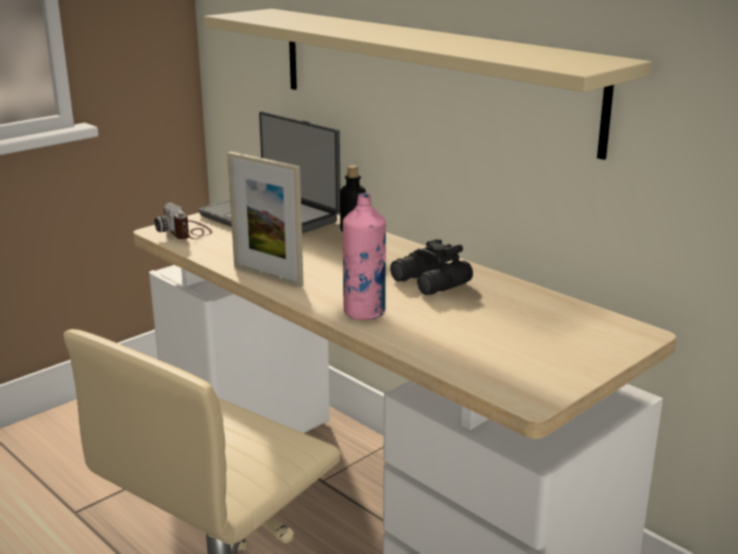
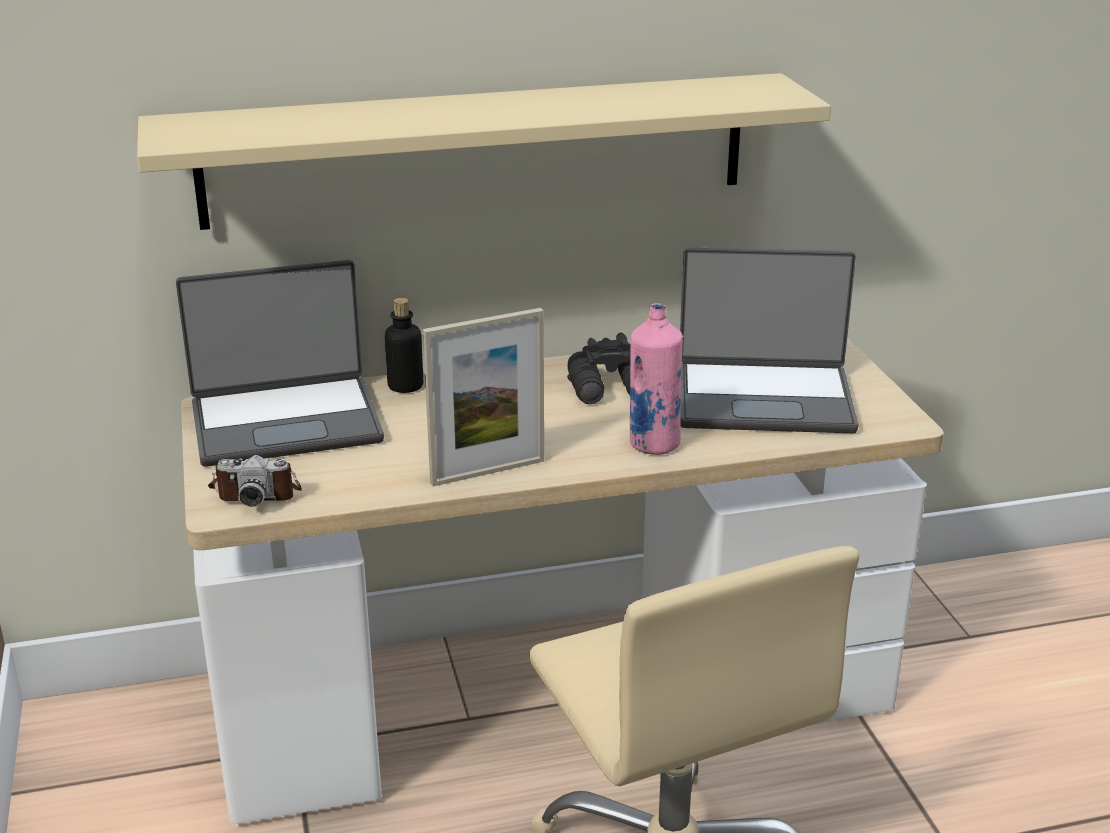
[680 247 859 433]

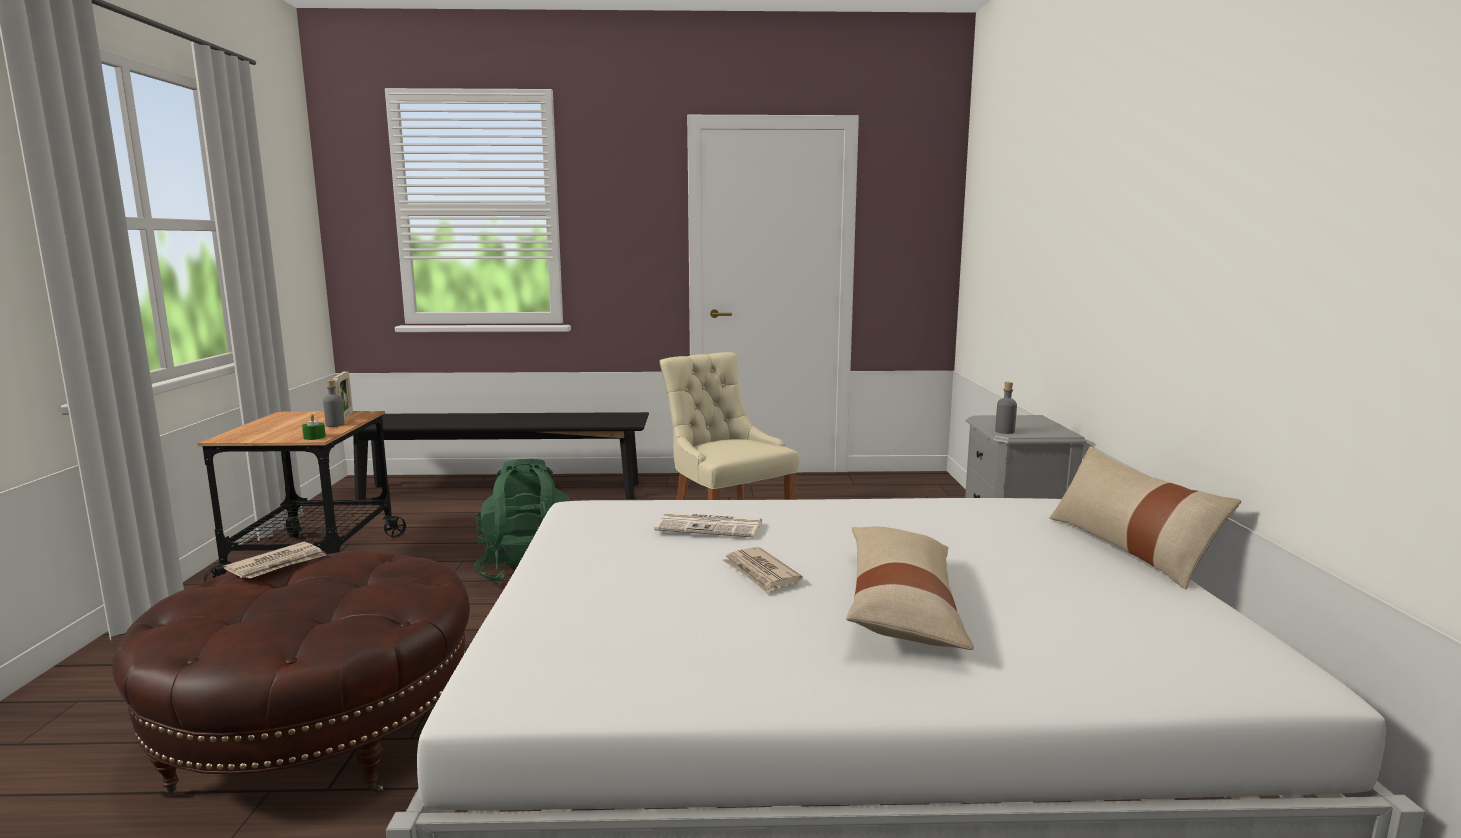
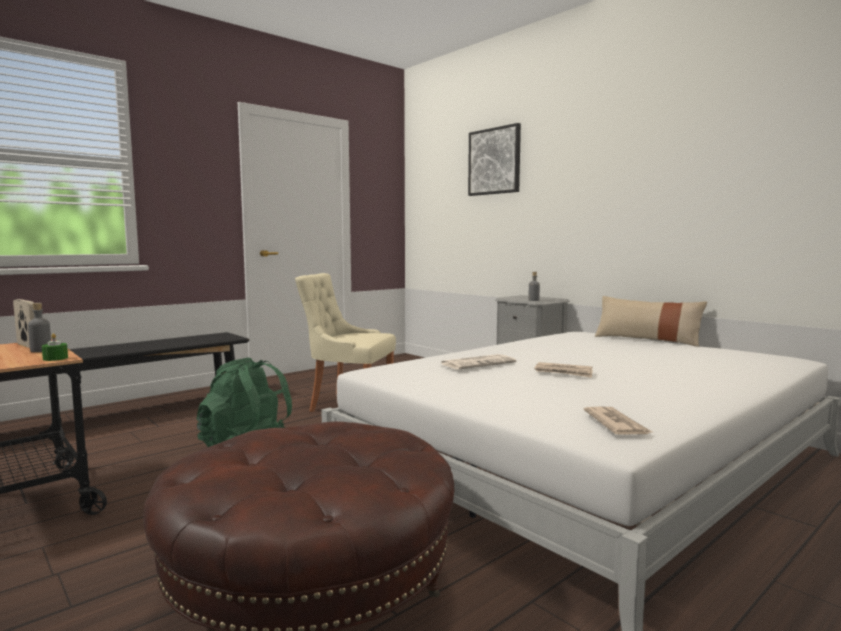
[846 527 974 650] (first image)
[584 406 652 435]
[468 123 521 196]

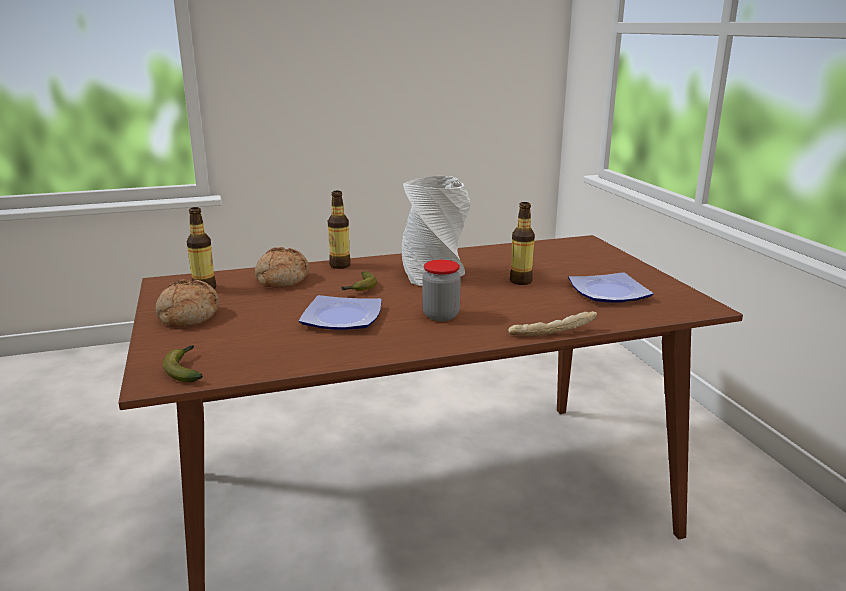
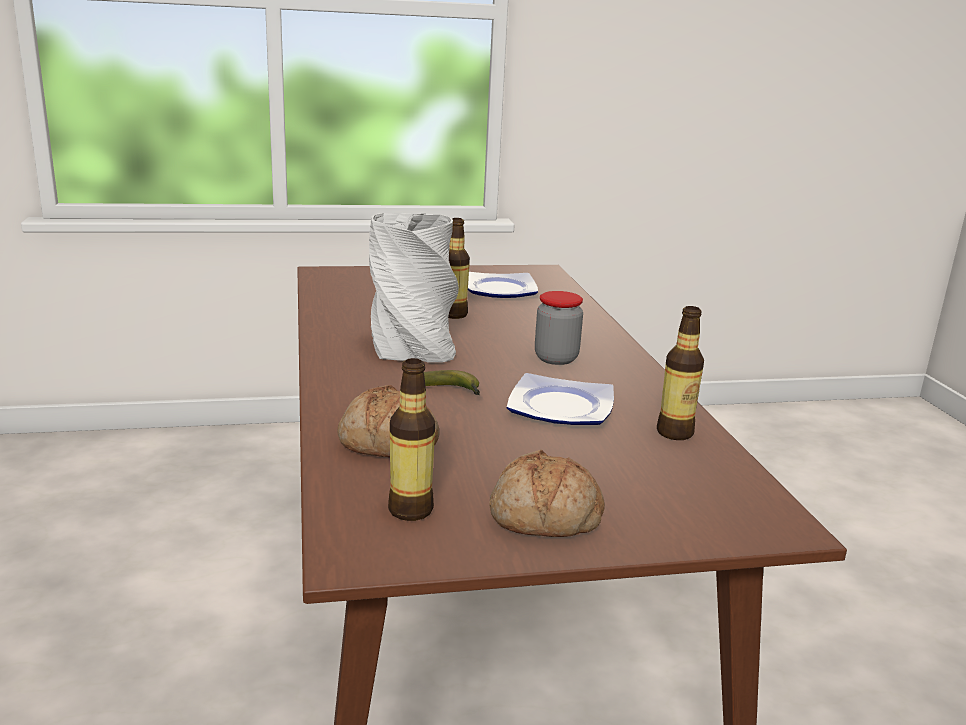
[657 306 704 440]
[508 311 597 336] (first image)
[163 345 203 382] (first image)

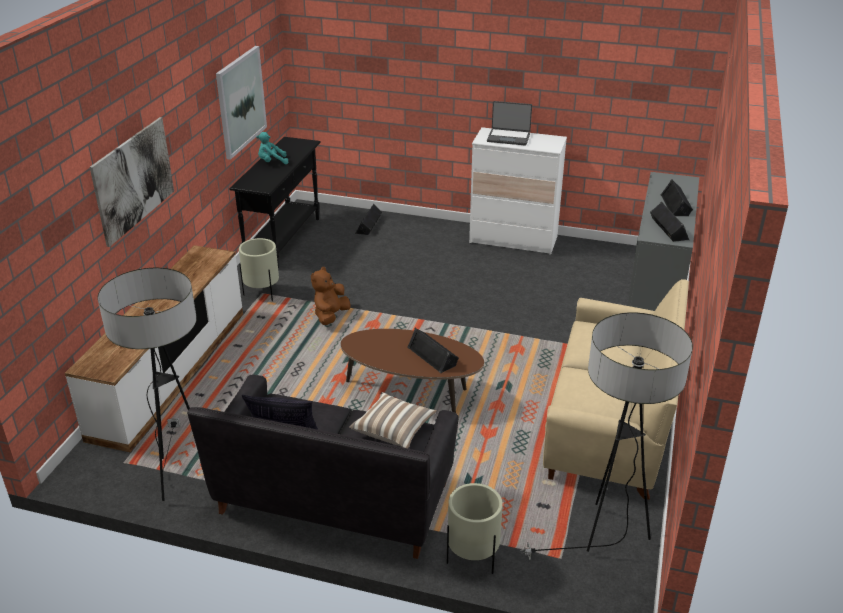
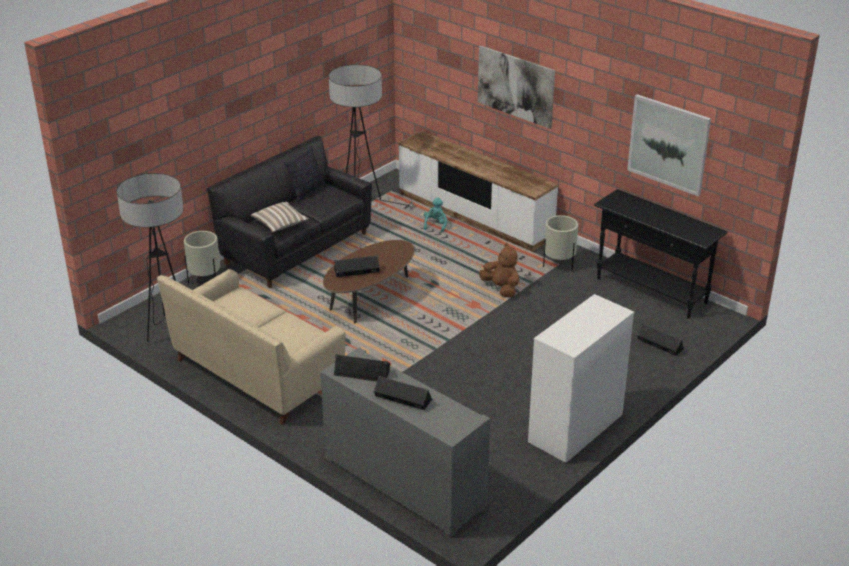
[487 101 532 145] (first image)
[424 197 447 232]

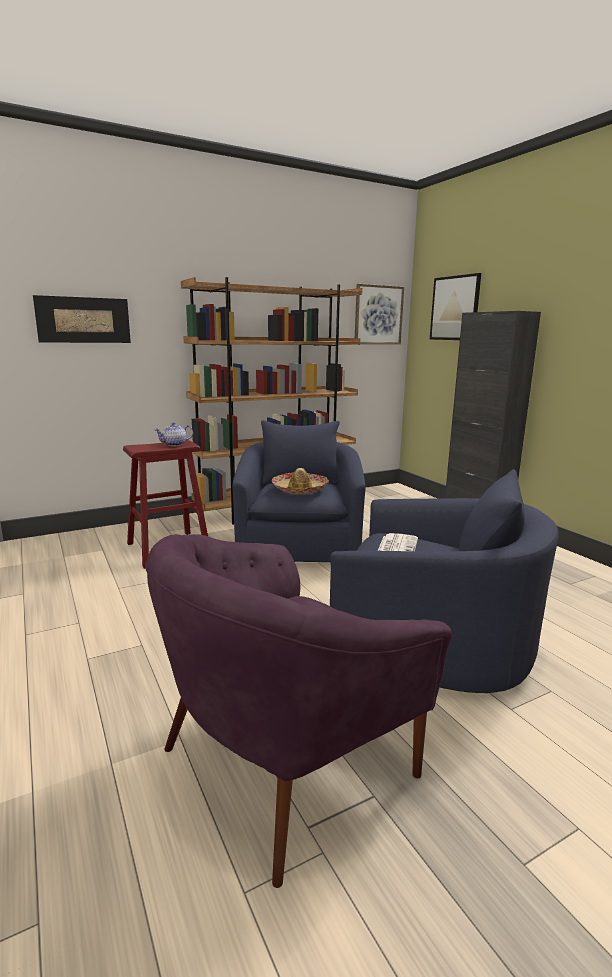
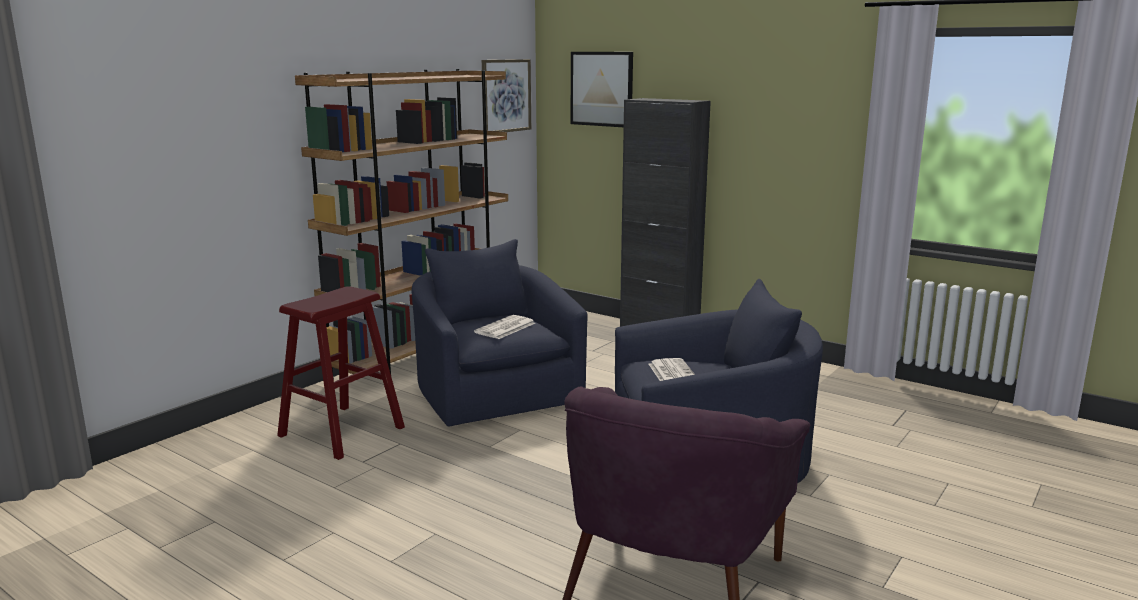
[33 295 131 343] (first image)
[155 422 193 446] (first image)
[474 315 535 339]

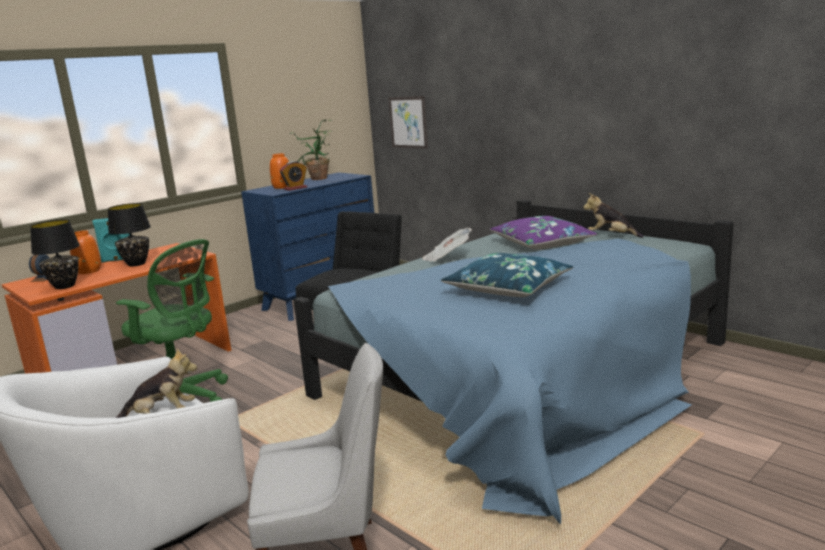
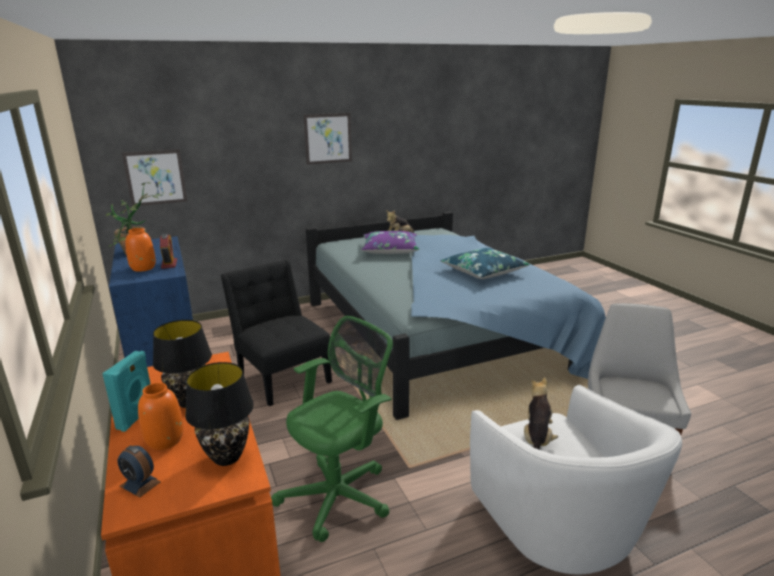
[422 228 472 262] (first image)
[303 113 352 165]

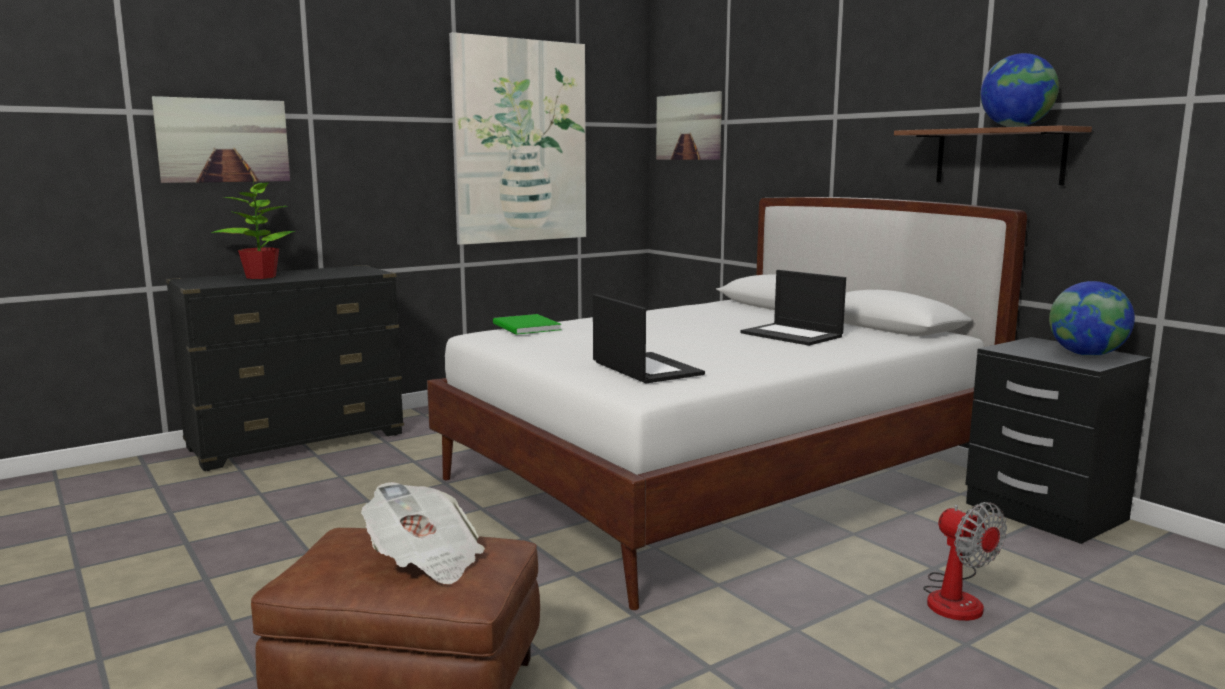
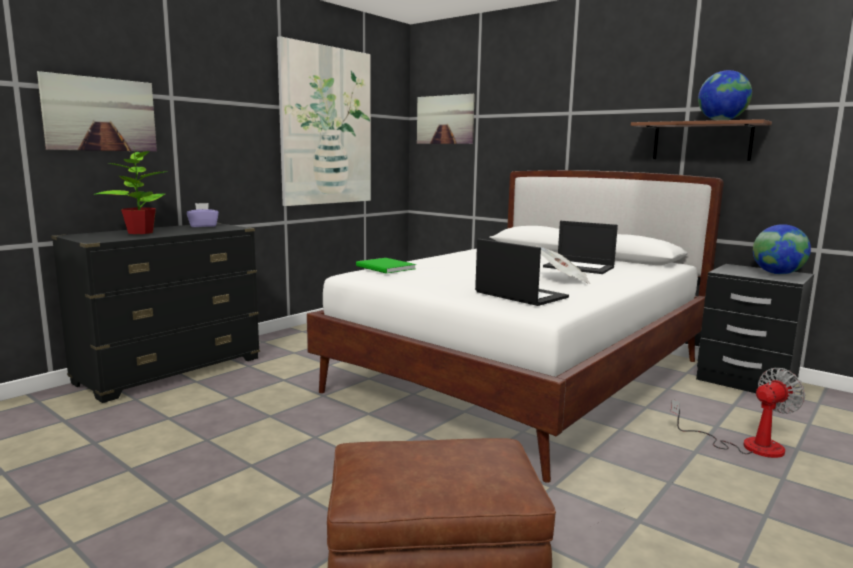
[536 246 591 284]
[671 368 805 458]
[187 203 219 227]

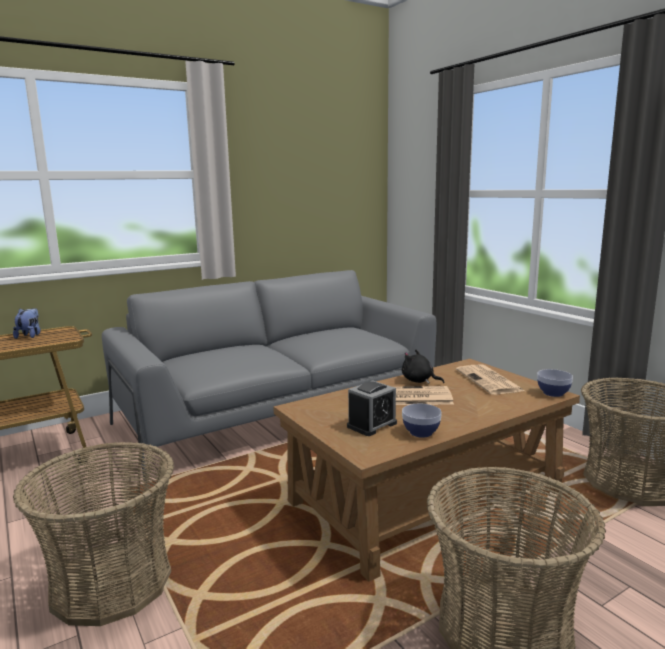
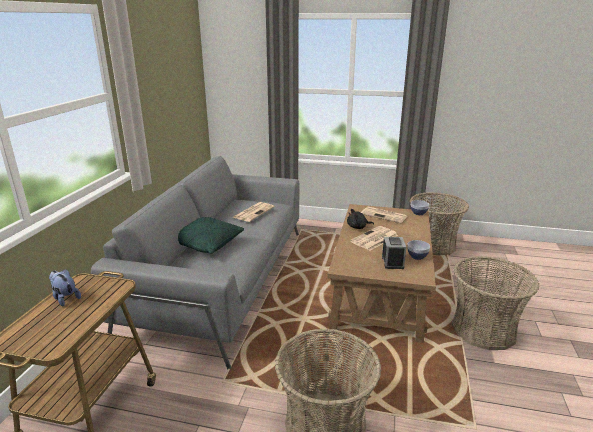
[232 202 274 222]
[178 217 244 254]

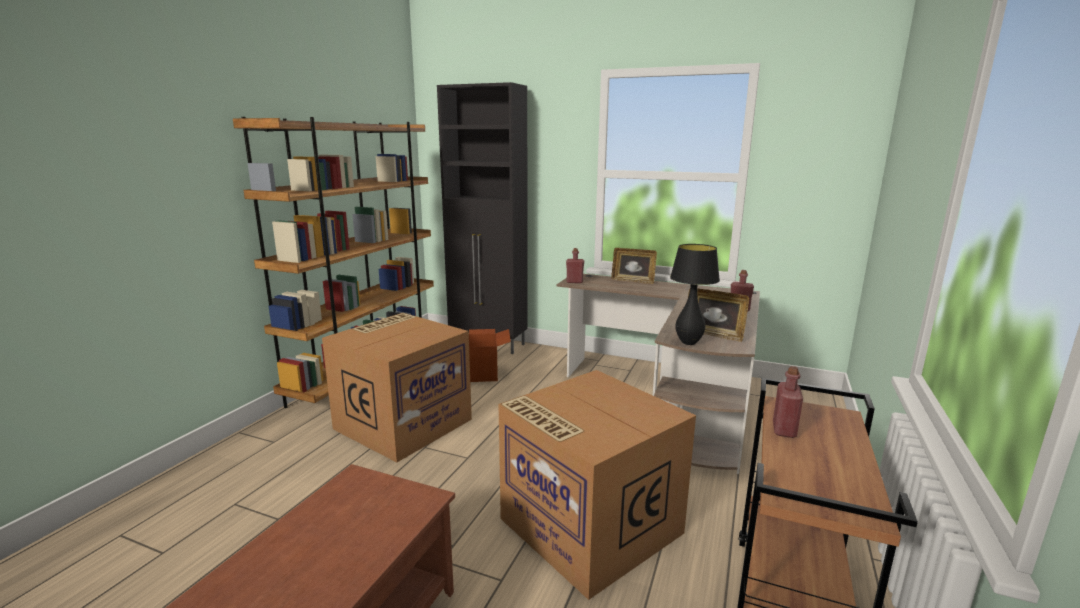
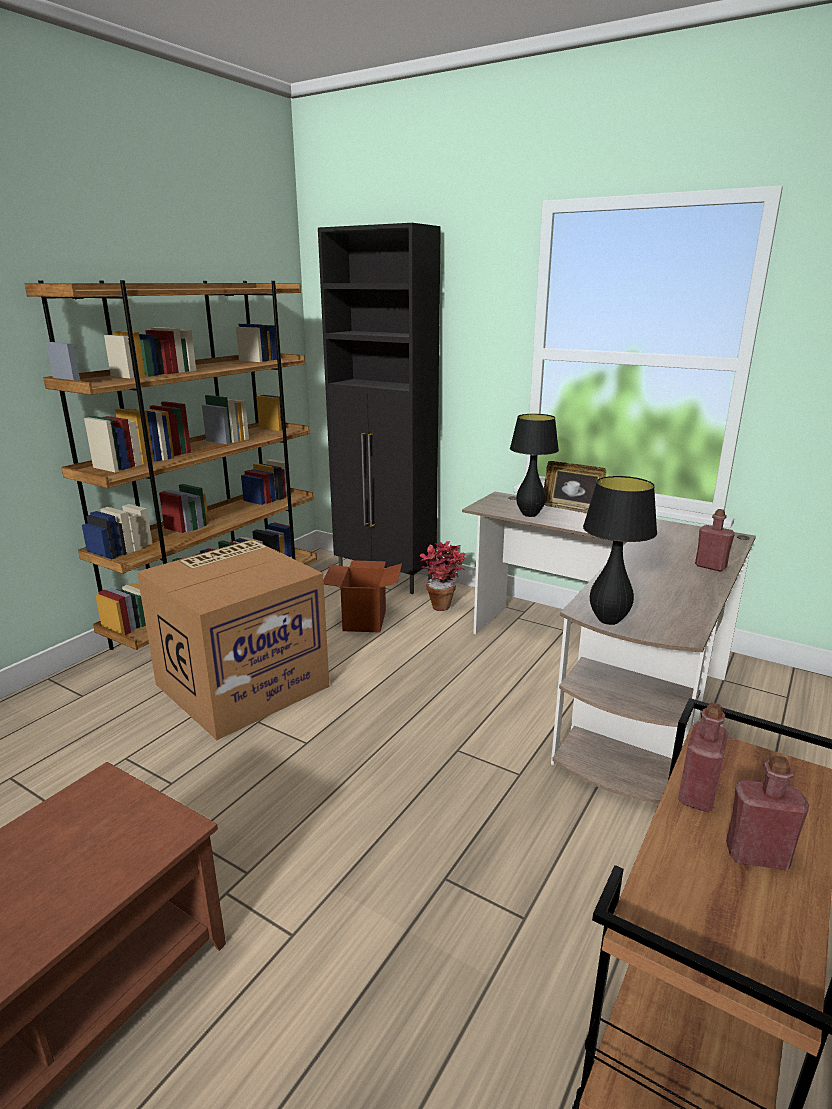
[726 755 809 871]
[688 288 749 342] (first image)
[498 370 696 600] (first image)
[510 414 559 517]
[420 541 467 611]

